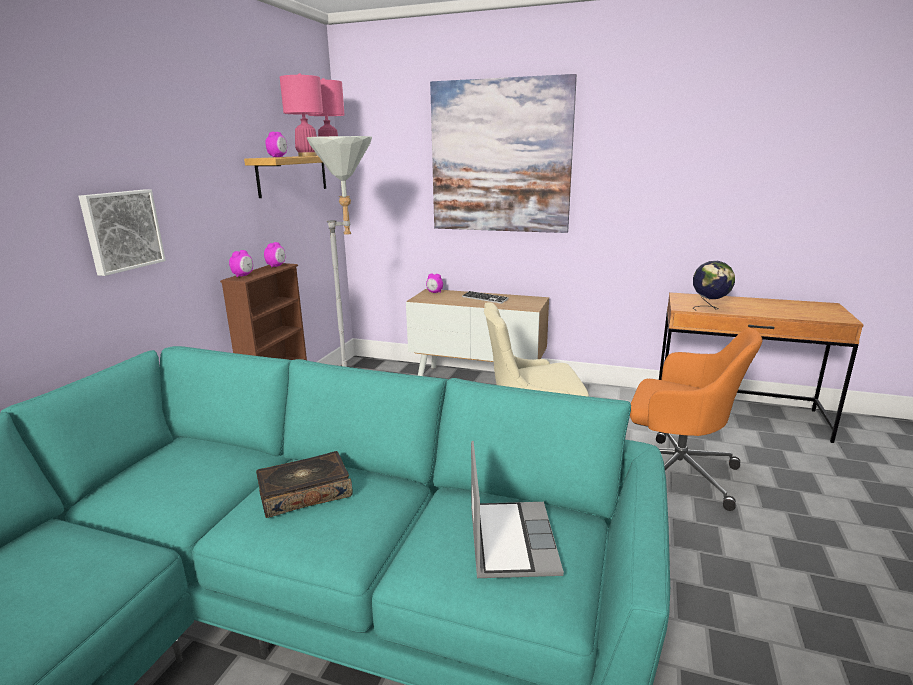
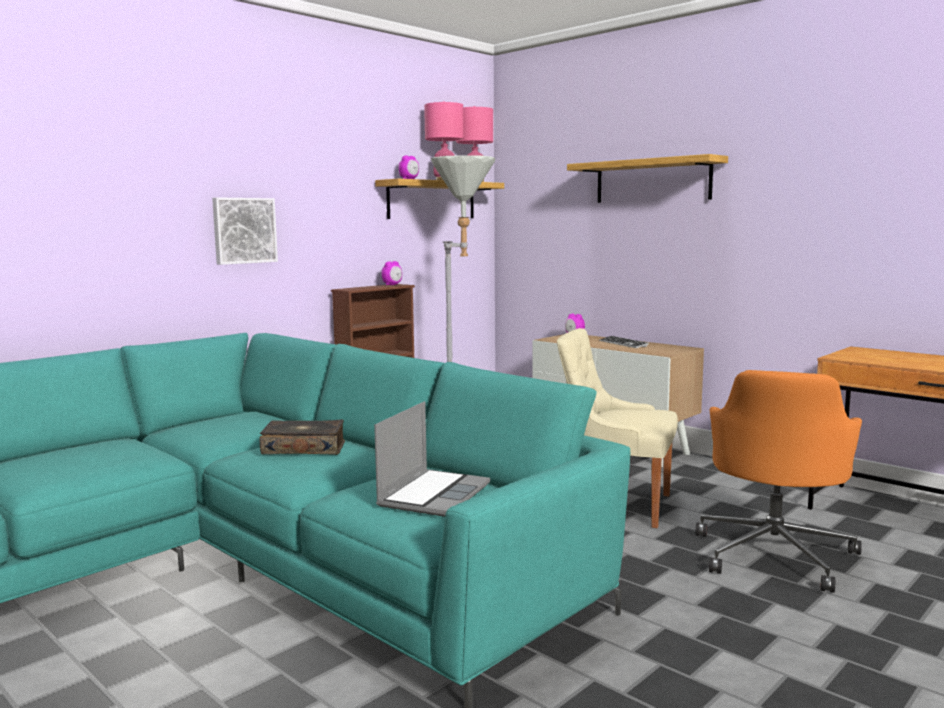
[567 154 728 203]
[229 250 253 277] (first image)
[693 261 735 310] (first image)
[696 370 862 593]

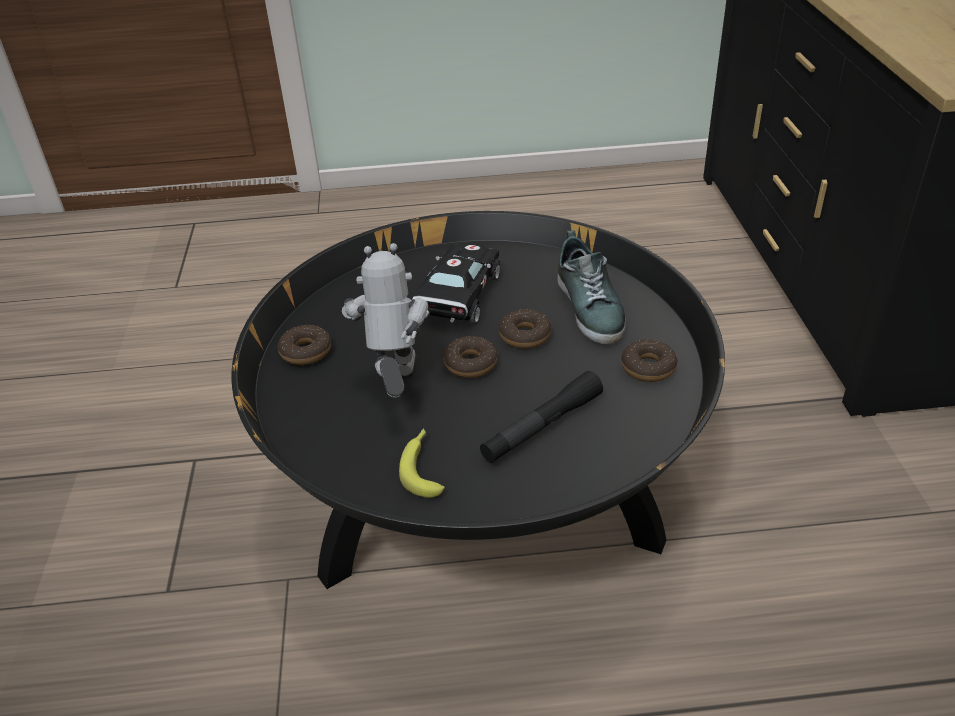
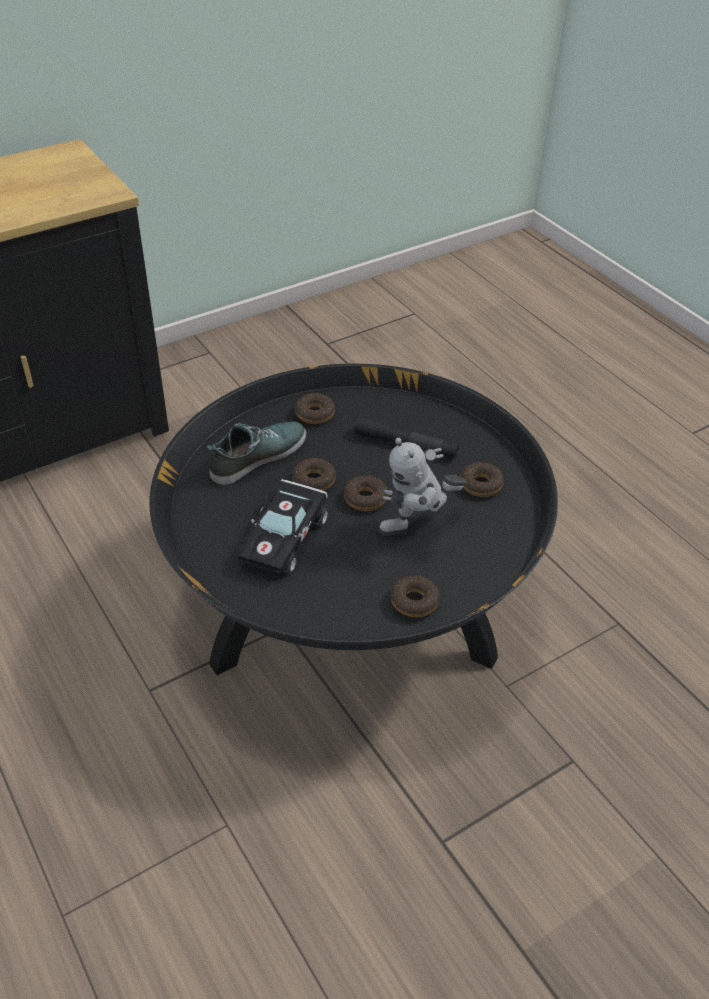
[238 479 328 574]
[460 462 504 497]

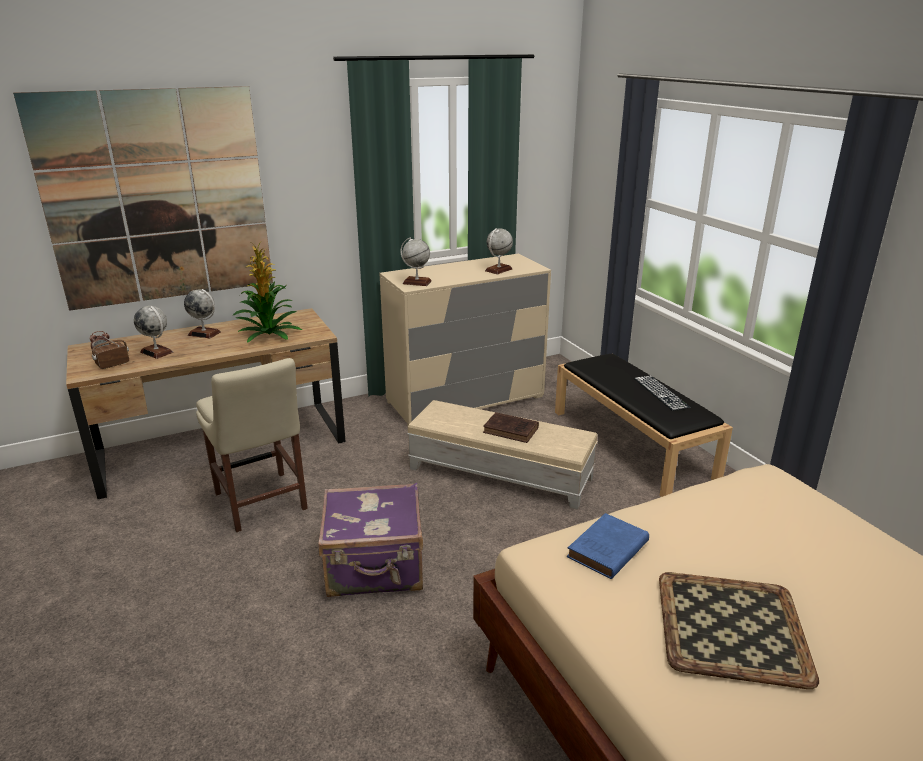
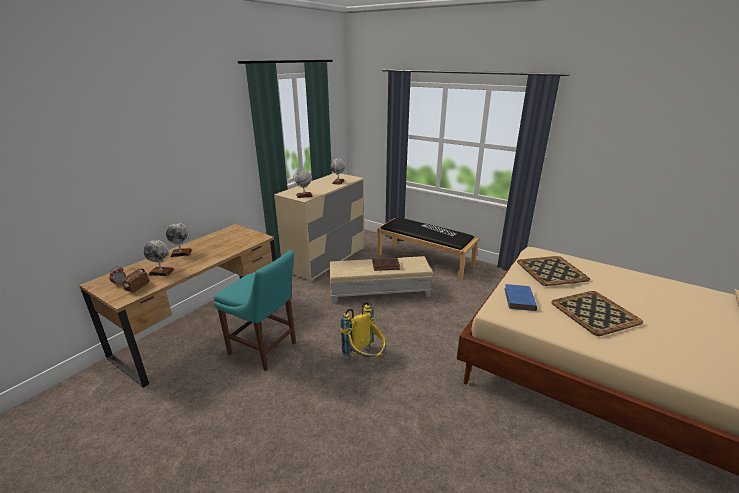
[13 86 273 311] (first image)
[233 243 302 343] (first image)
[214 250 296 371]
[340 302 386 359]
[517 256 590 286]

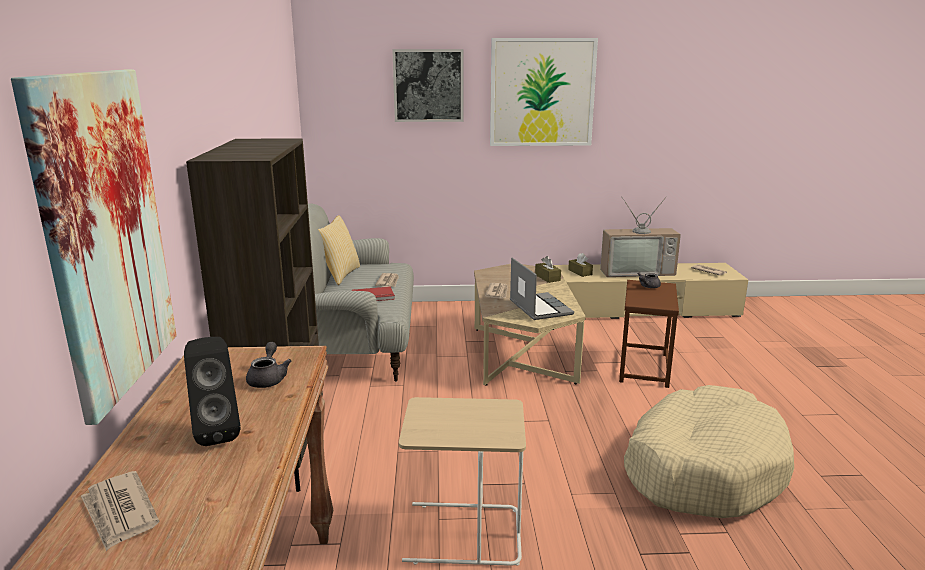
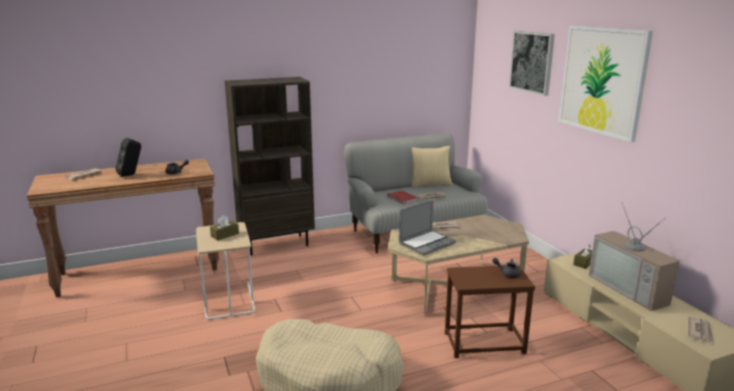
[11 69 177 425] (first image)
[210 215 239 241]

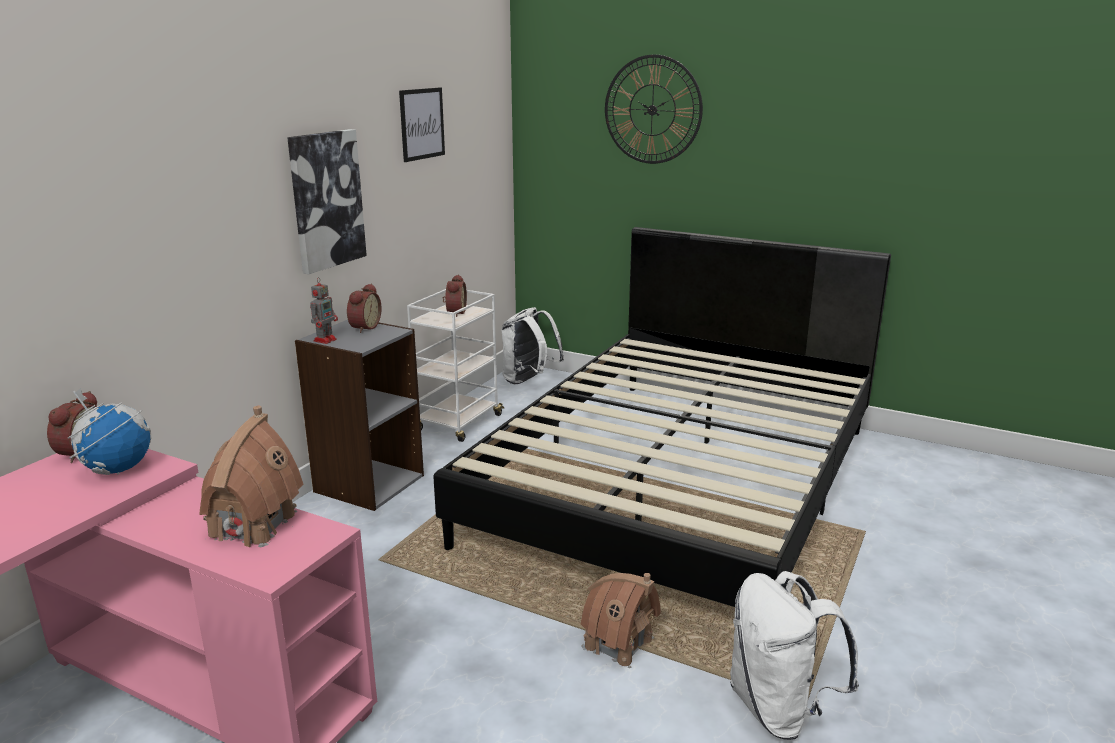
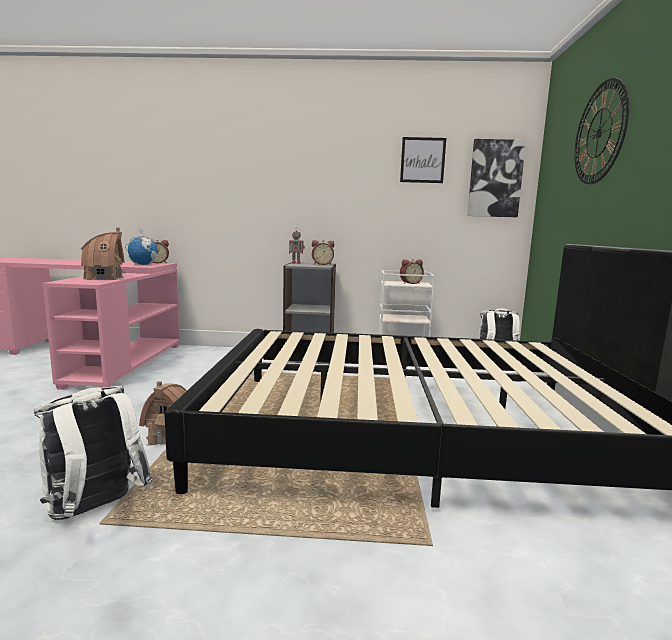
[467 139 526 217]

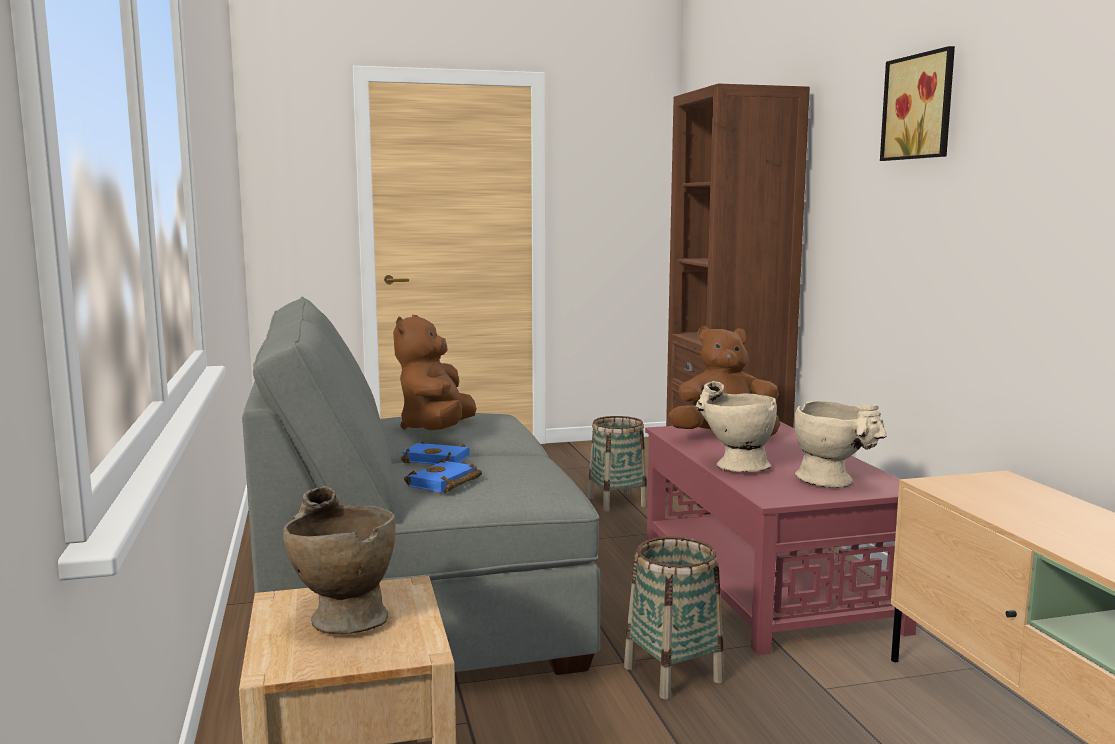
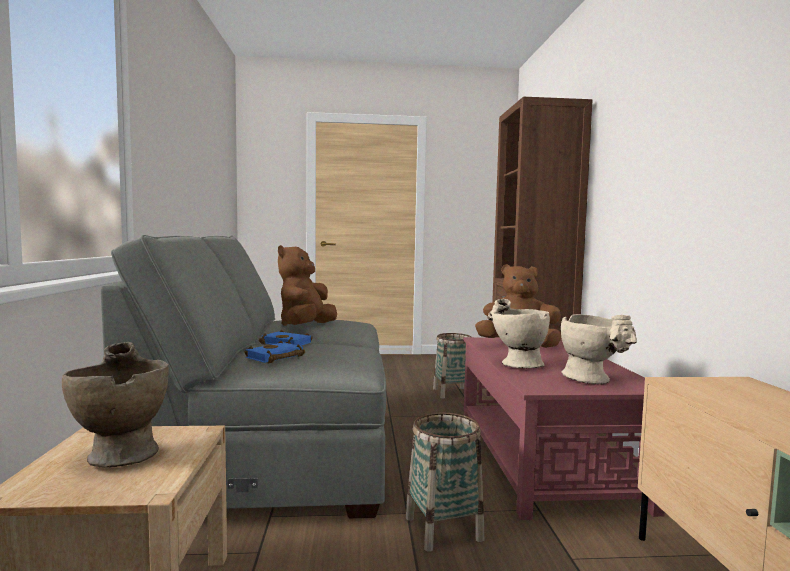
[880 46 955 161] (first image)

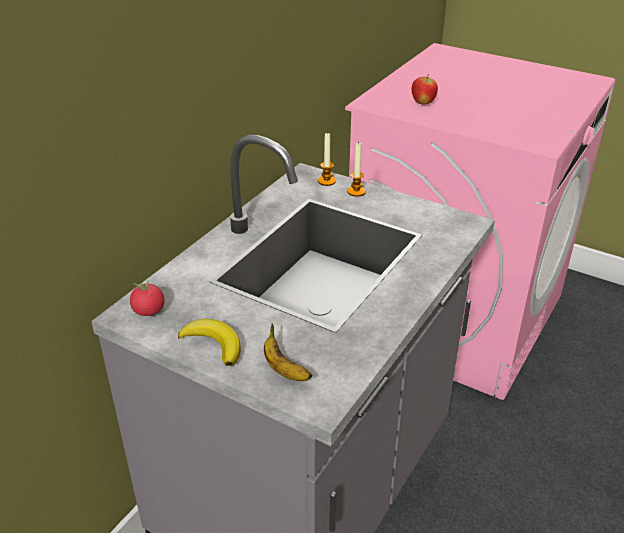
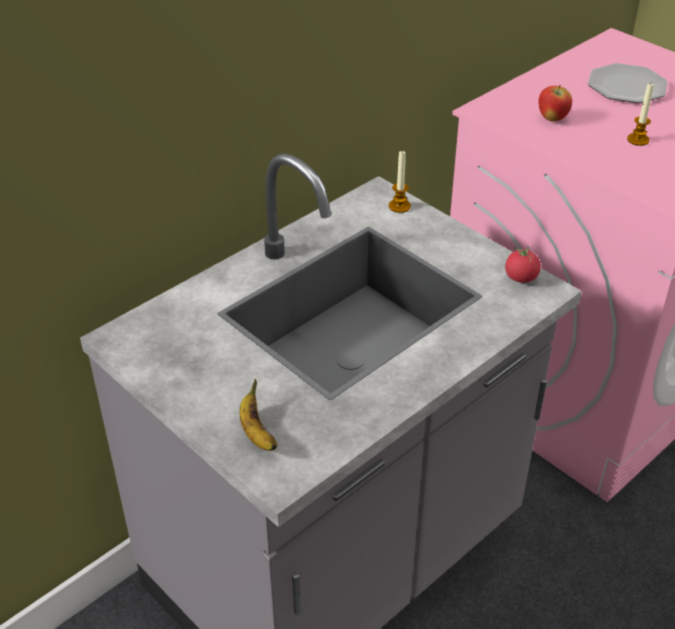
[627 83 654 146]
[505 246 541 283]
[178 319 241 366] (first image)
[588 63 667 103]

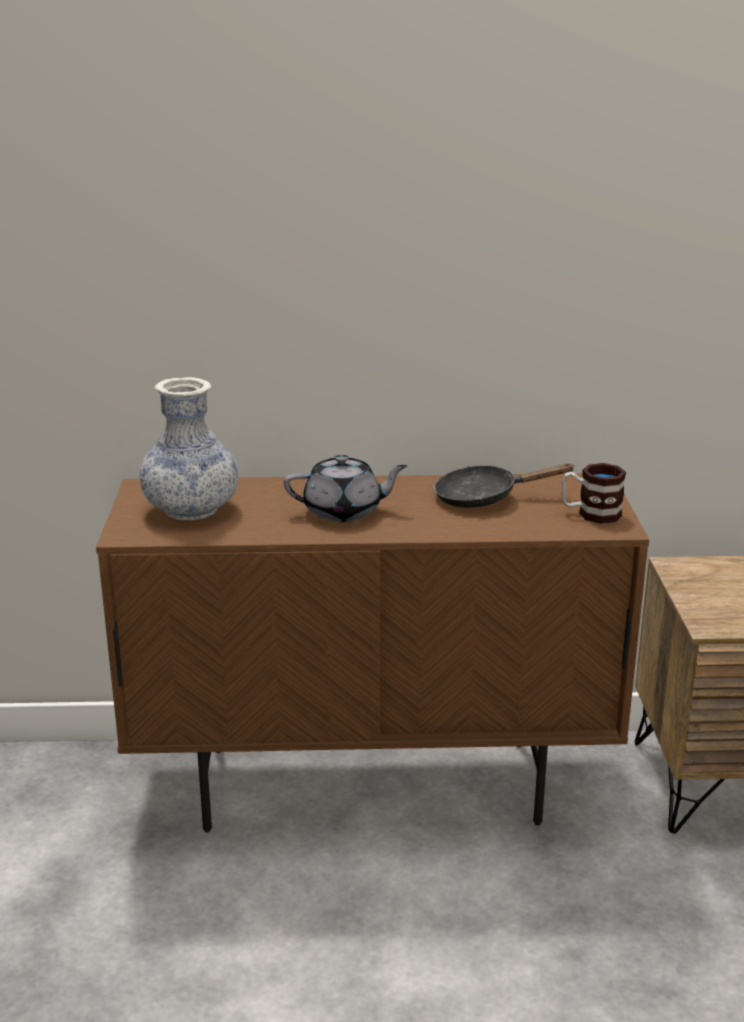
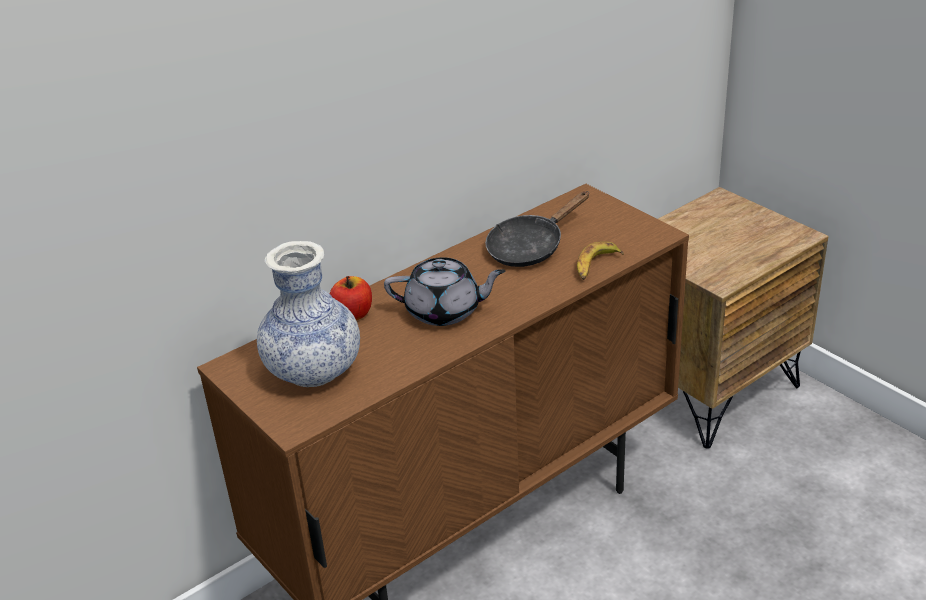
[384 257 506 326]
[562 463 626 524] (first image)
[577 241 624 280]
[330 276 372 320]

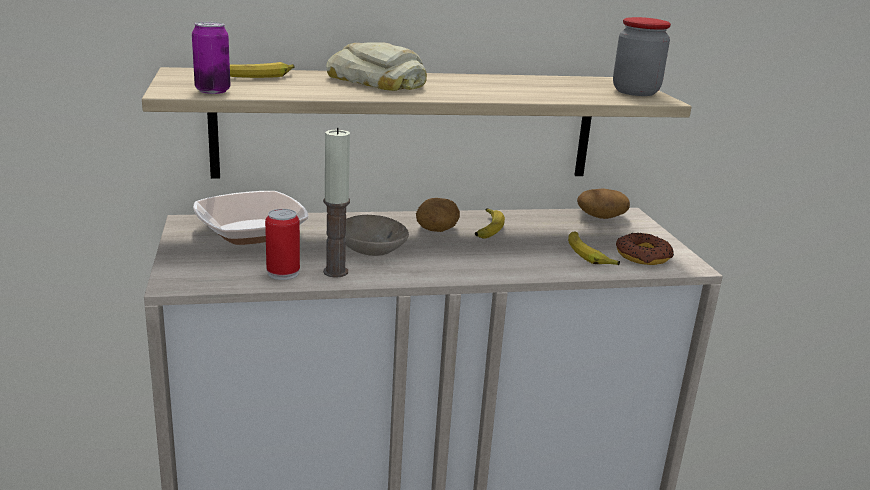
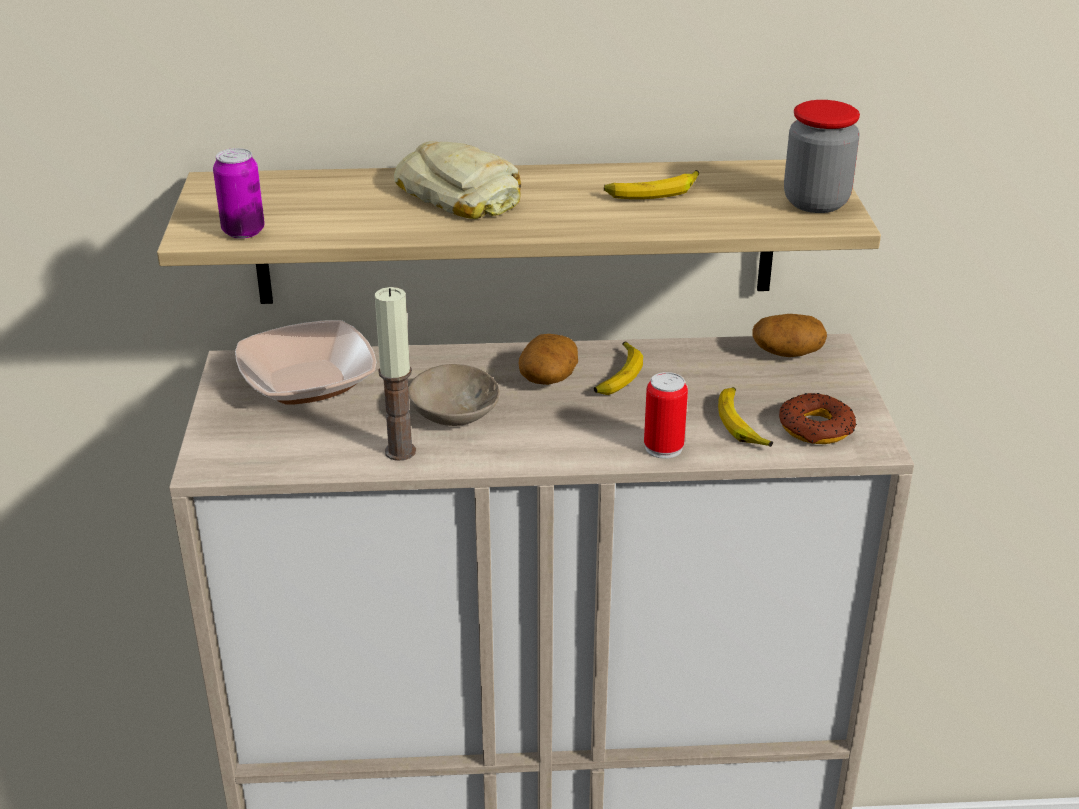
[604 170 699 199]
[644 372 688 459]

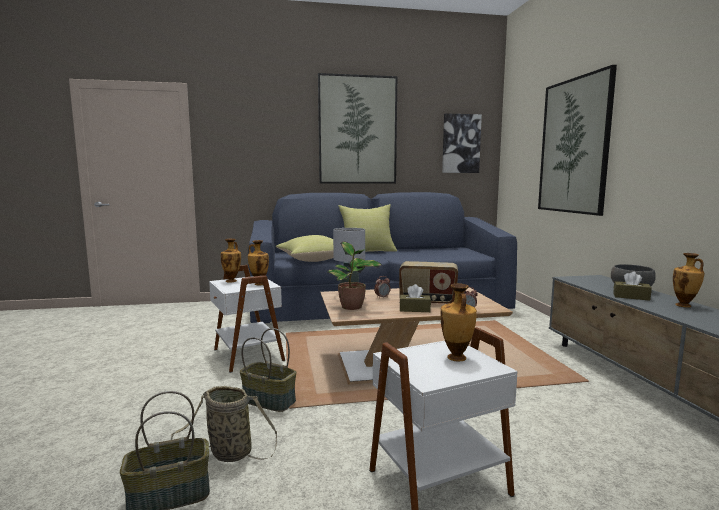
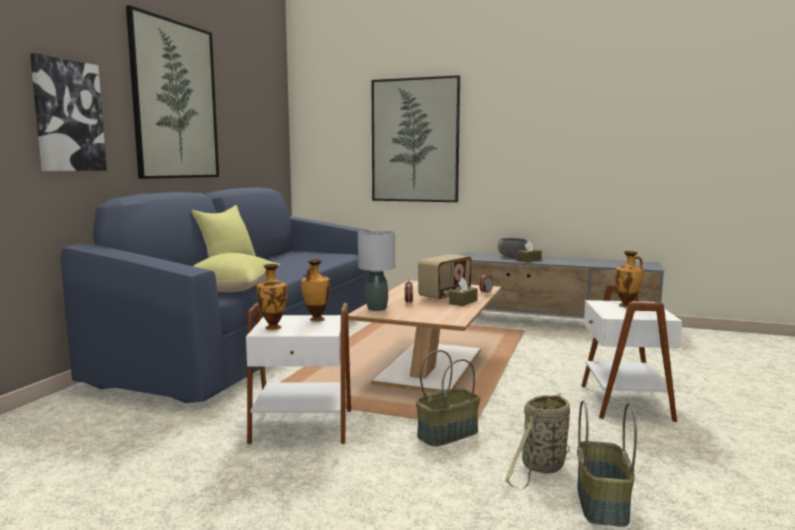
[30 53 107 171]
[327 242 382 310] (first image)
[673 253 704 307] (first image)

